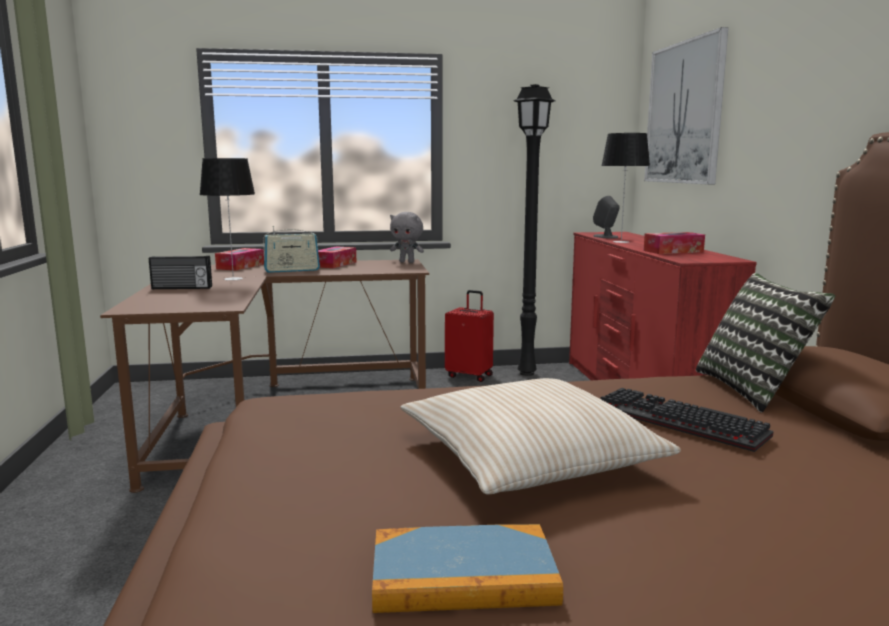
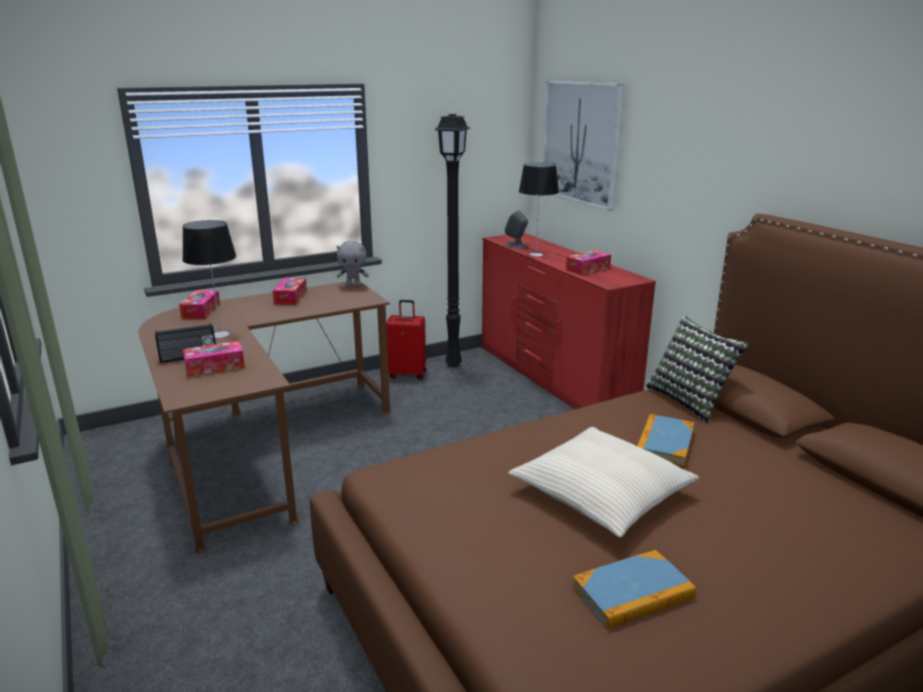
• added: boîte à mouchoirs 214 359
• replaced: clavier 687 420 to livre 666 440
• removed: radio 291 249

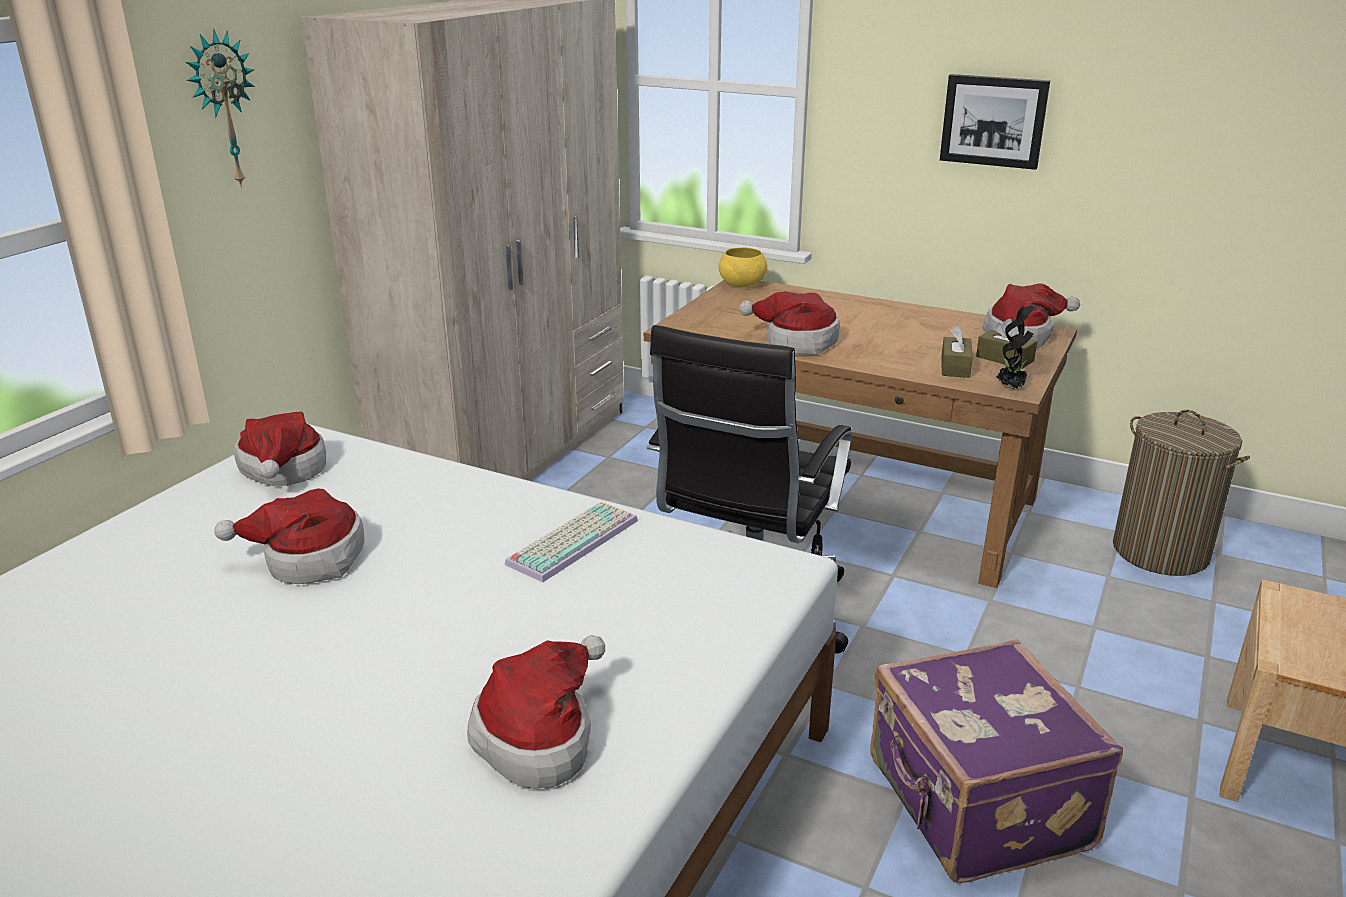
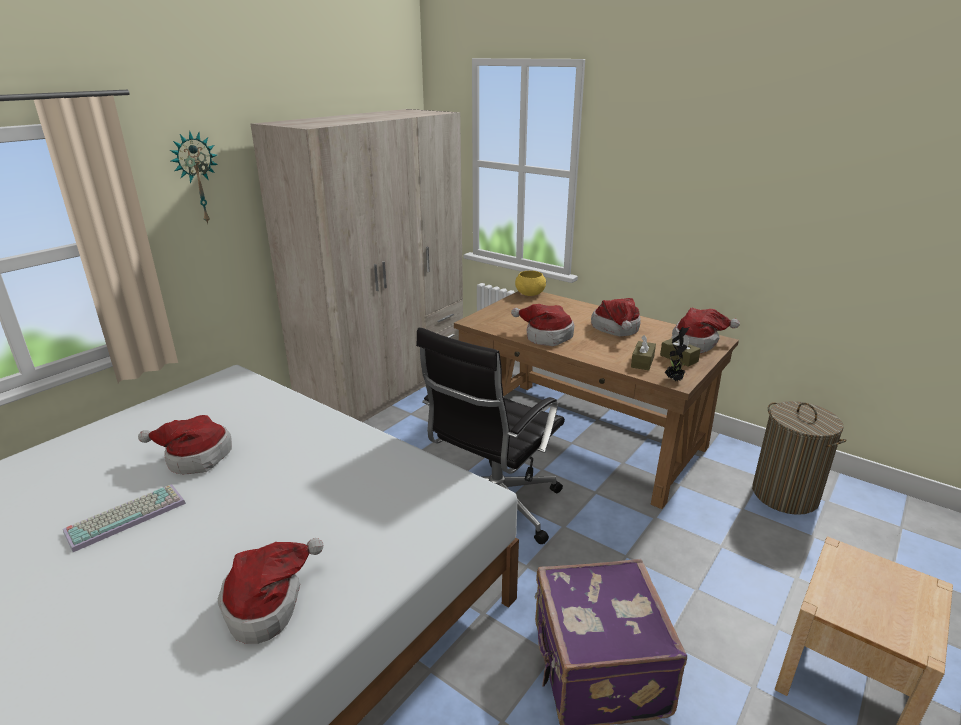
• moved: clavier 571 542 to 124 518
• moved: chapeau 280 449 to 616 317
• removed: tableau 995 122

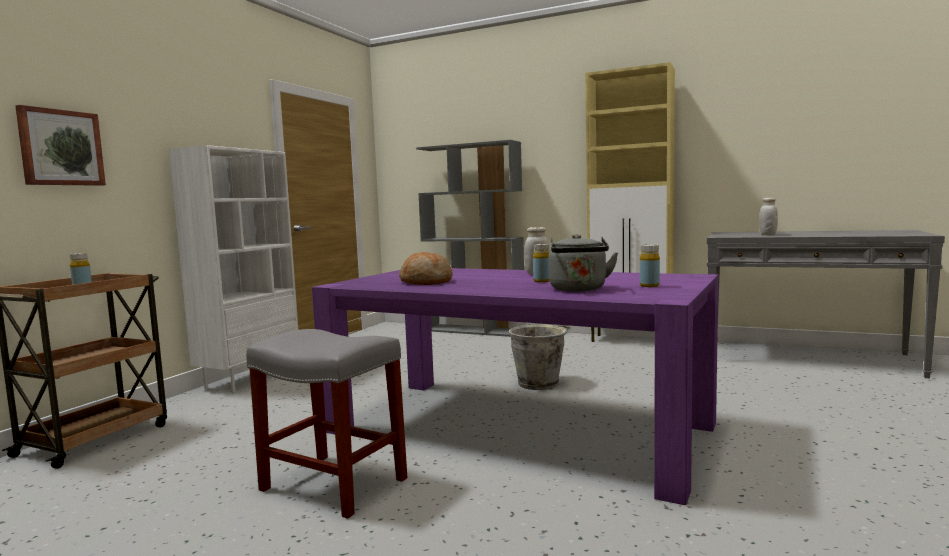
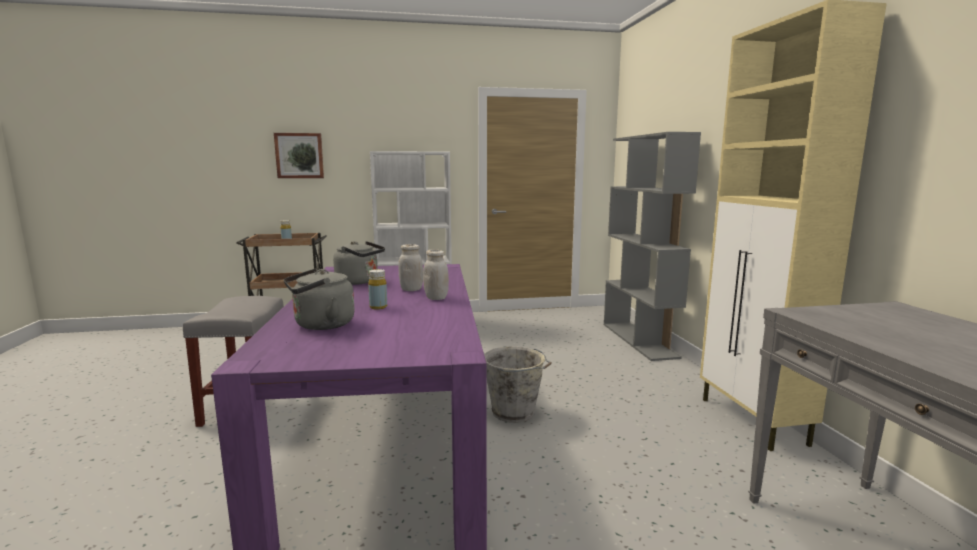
• replaced: pain 425 268 to bouilloire (gris) 359 263
• moved: bocal (blanc) 768 216 to 410 267
• removed: bouteille (jaune) 650 265

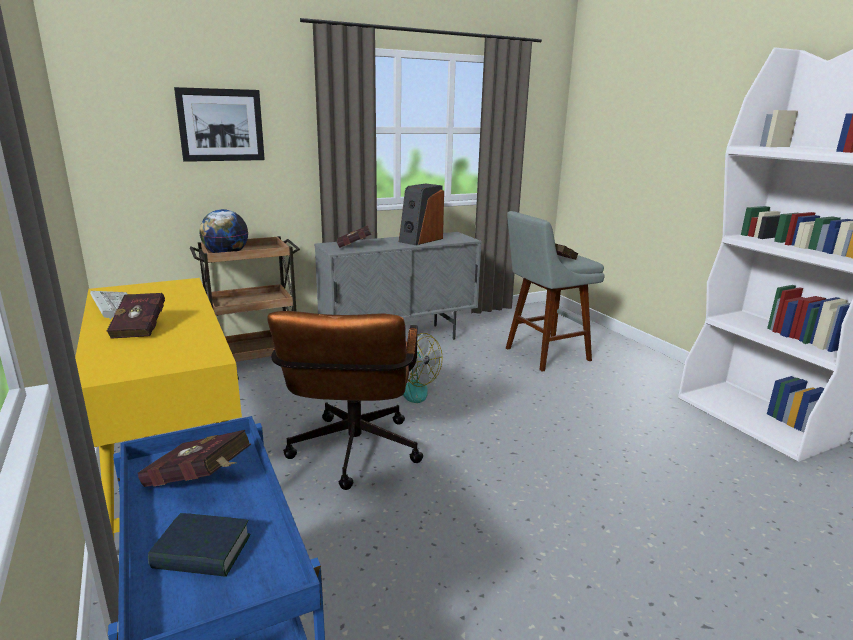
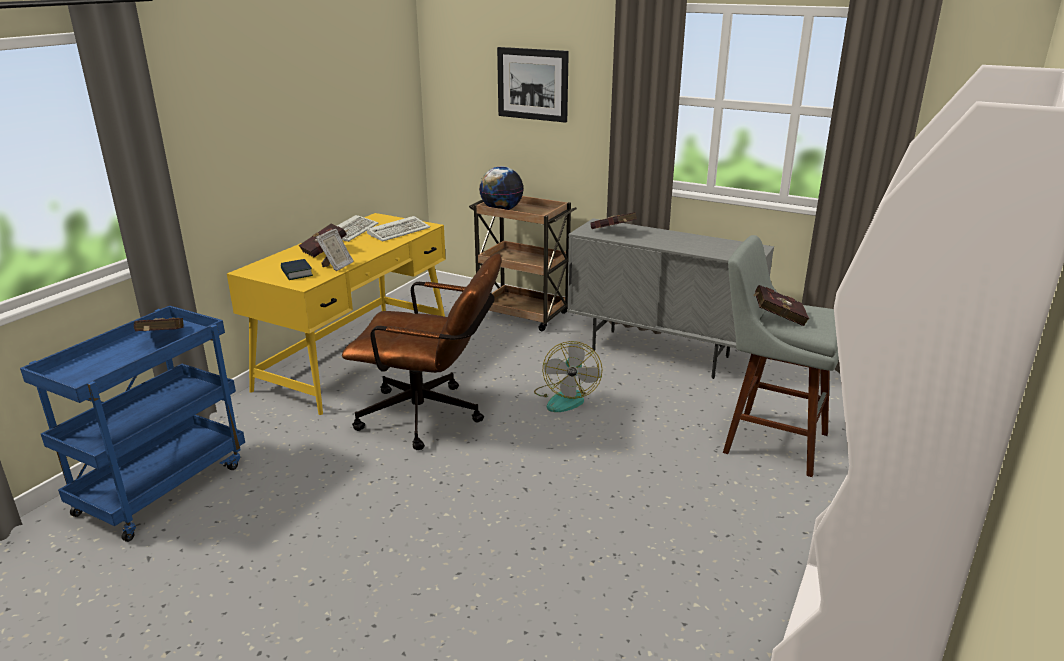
• moved: livre 199 545 to 297 269
• added: cadre photo 335 250
• turned: chaise de bureau (marron) 345 400 = 422 351 135 degrees counterclockwise
• added: clavier 398 228
• removed: enceinte 421 214

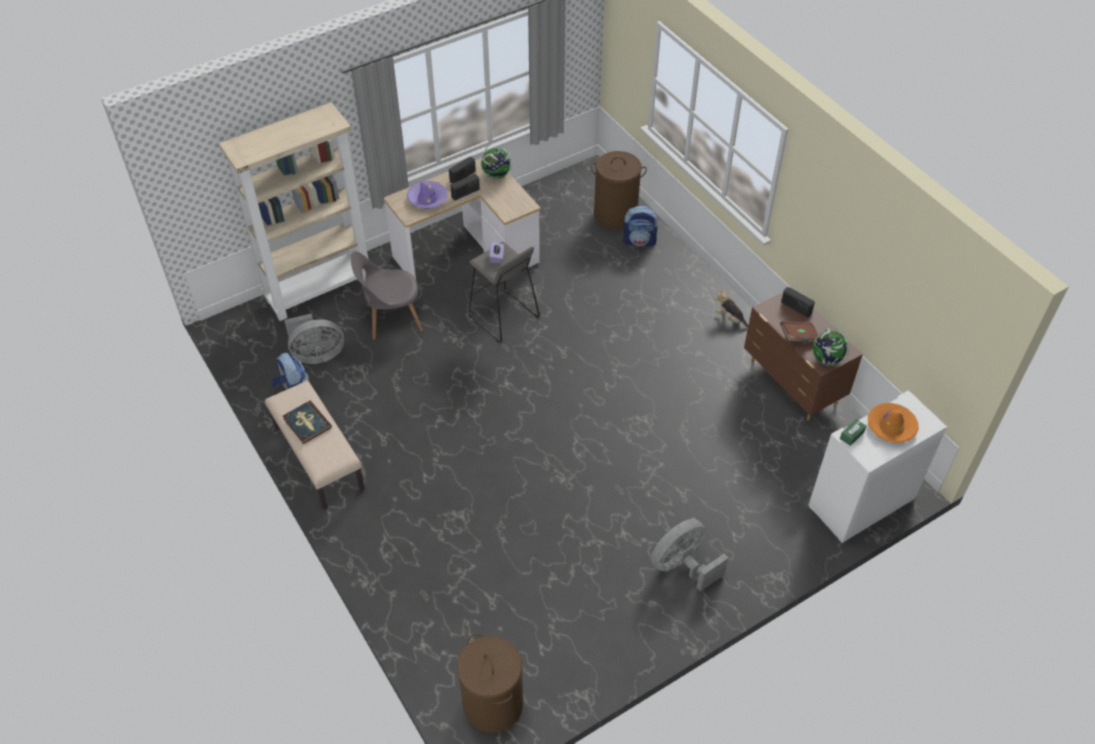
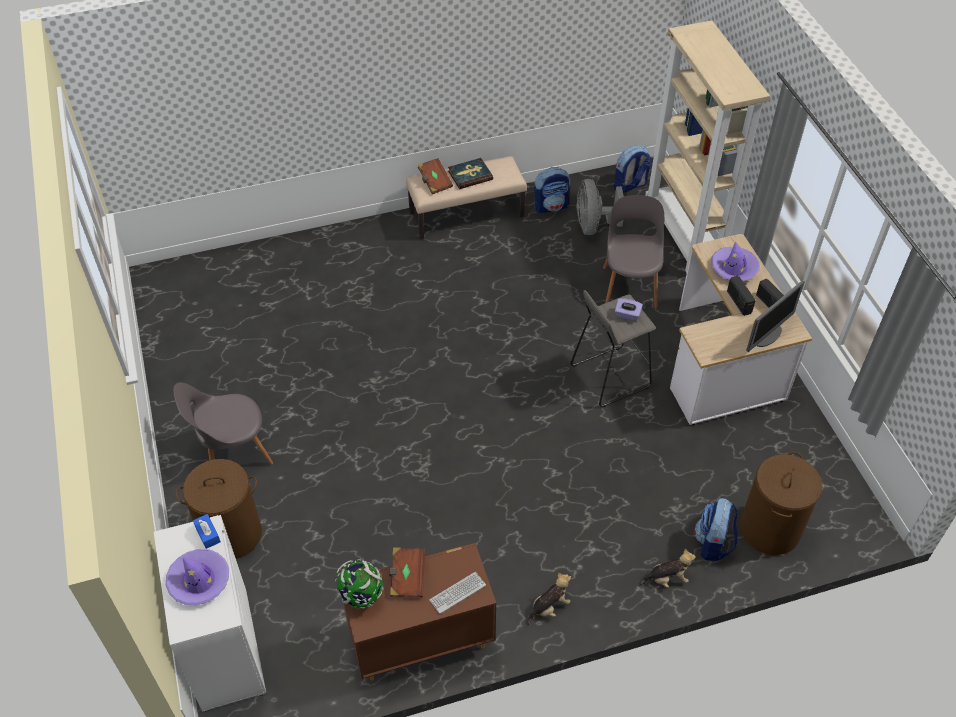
• recoloured: chapeau (orange) 893 423 to chapeau (violet) 197 577
• replaced: ventilateur (gris) 689 555 to chaise (gris) 223 423
• moved: panier à linge (marron) 490 683 to 219 509
• recoloured: boîte à mouchoirs (vert) 853 432 to boîte à mouchoirs (bleu) 207 531
• added: livre (marron) 435 176
• replaced: radio 798 302 to clavier 457 593
• added: sac à dos 632 169
• added: peluche 667 568
• replaced: globe 497 162 to écran d'ordinateur 775 316

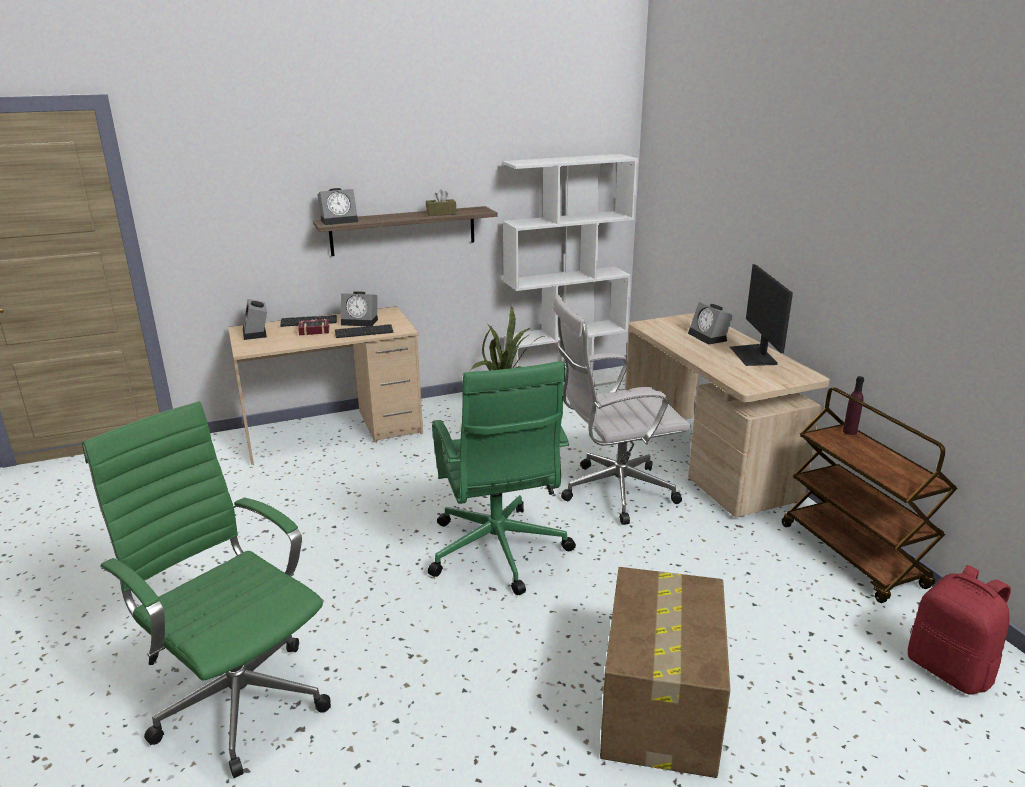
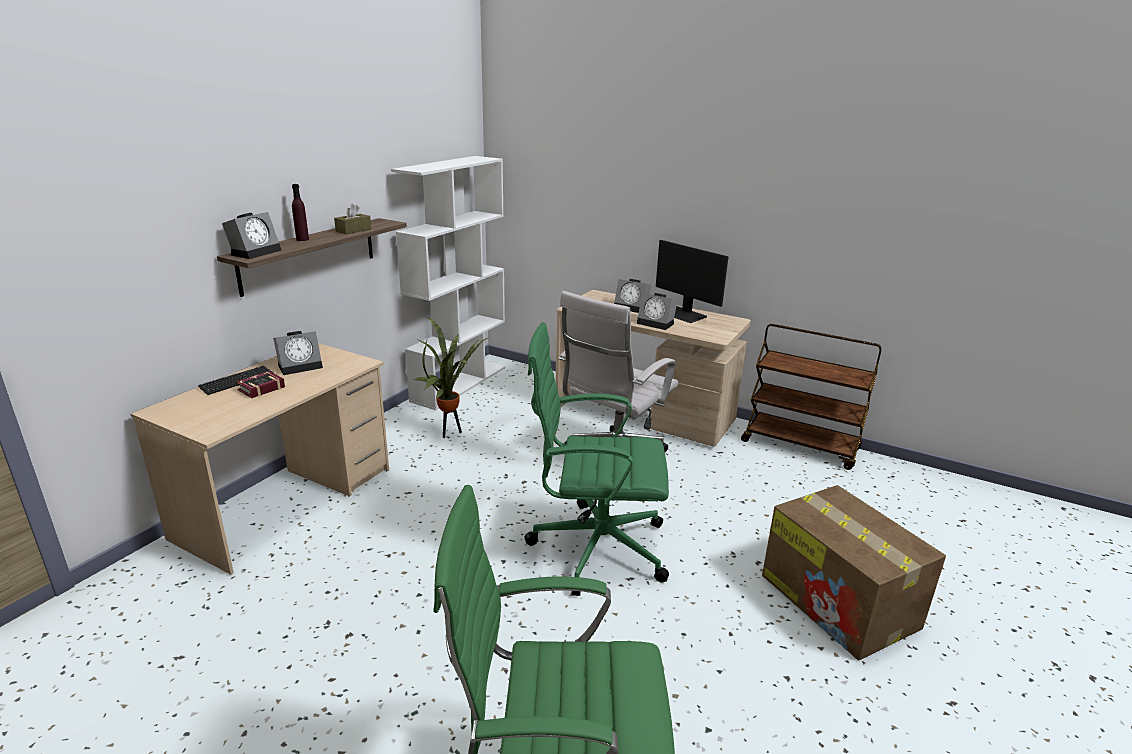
• moved: bouteille (violet) 853 405 to 300 212
• turned: chaise de bureau (vert) 502 478 = 596 459 150 degrees clockwise
• moved: réveil 255 319 to 657 311
• removed: clavier 364 331
• removed: sac à dos (rouge) 959 629

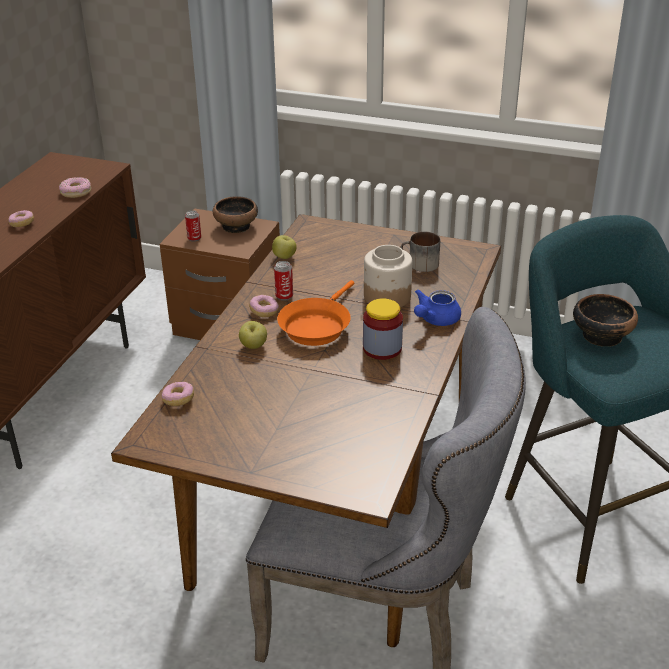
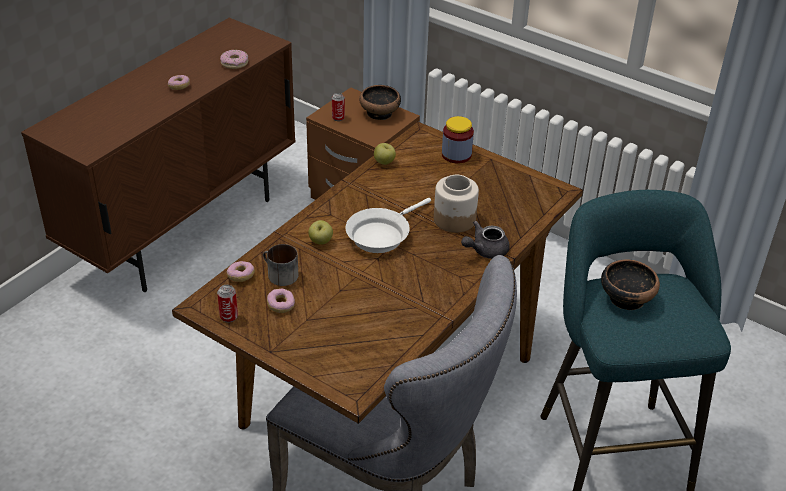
• moved: boîte métallique 283 281 to 227 304
• moved: mug 420 252 to 280 265
• moved: beignet 264 306 to 281 301
• recoloured: poêle (orange) 315 313 to poêle (blanc) 388 225
• moved: bocal 383 329 to 458 140
• recoloured: théière (bleu) 437 307 to théière (gris) 485 240

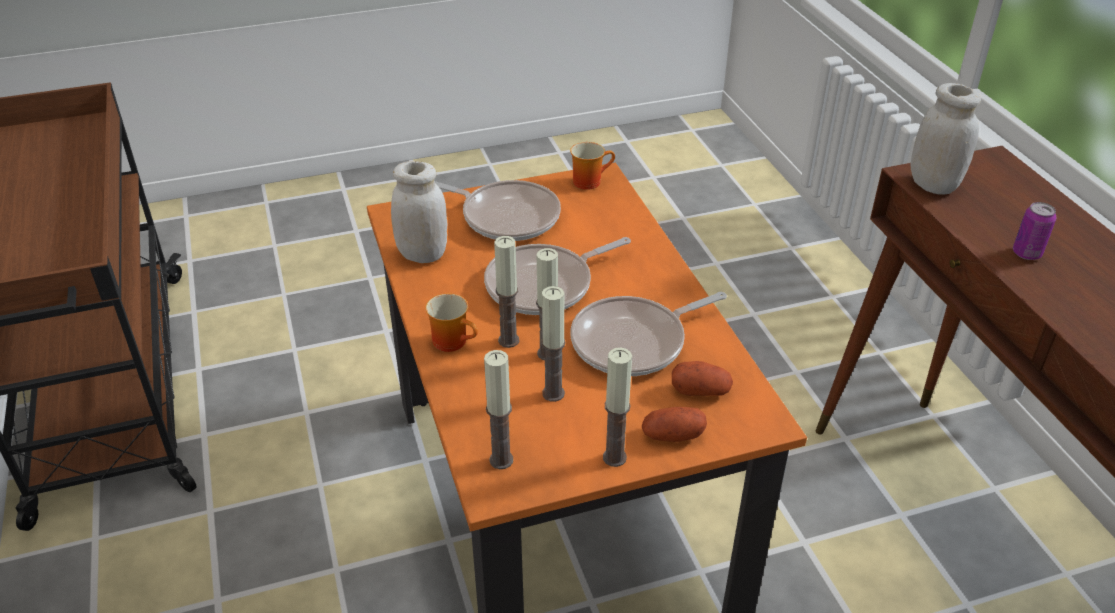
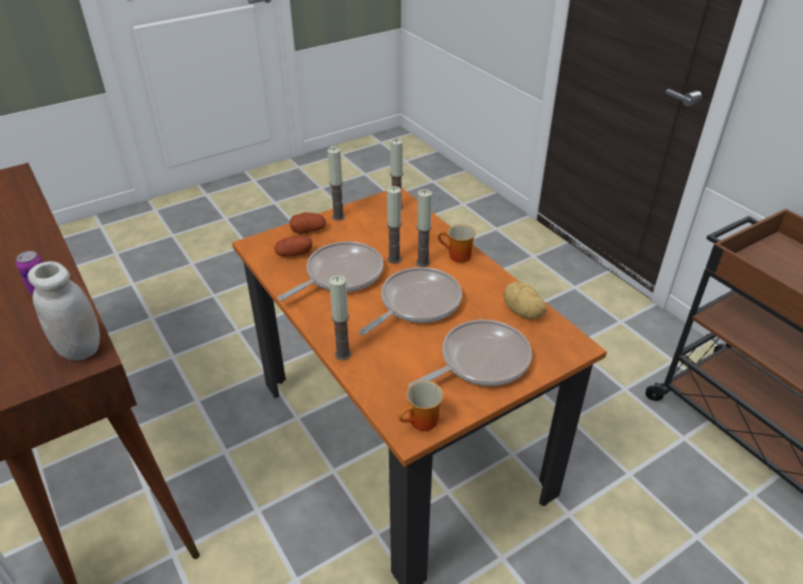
• moved: bougie 553 344 to 340 317
• turned: poêle 498 210 = 470 353 135 degrees clockwise
• replaced: bocal (blanc) 419 212 to pomme de terre 524 300

